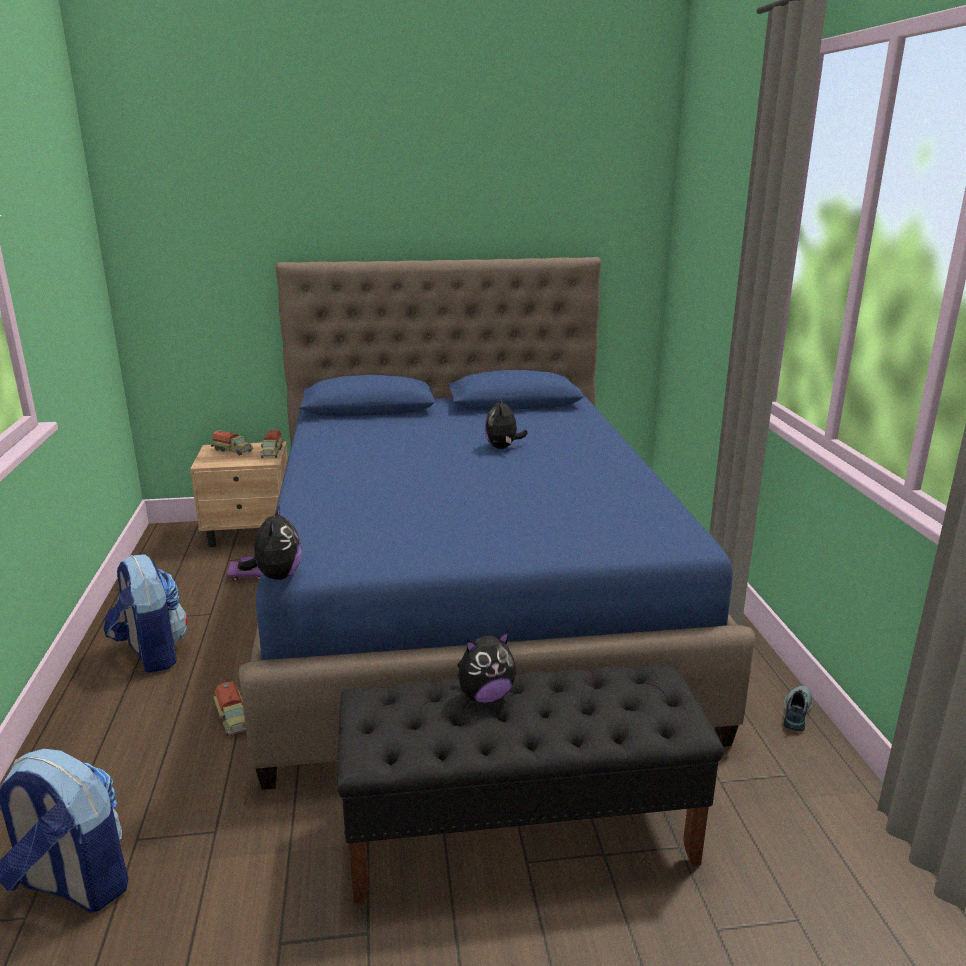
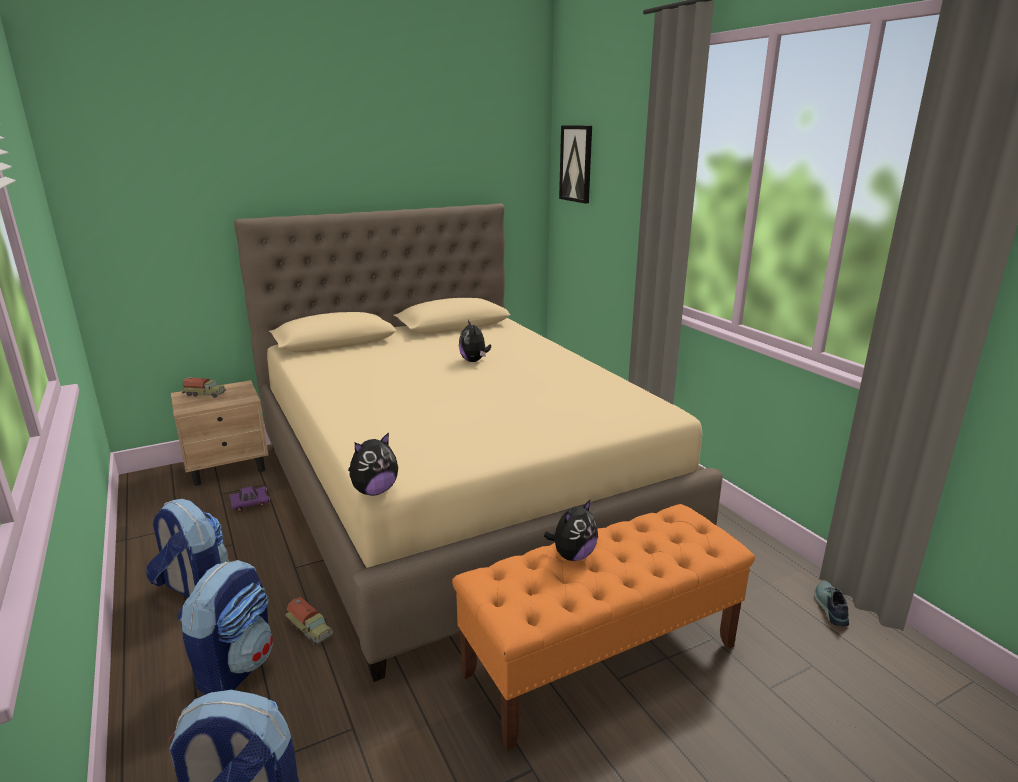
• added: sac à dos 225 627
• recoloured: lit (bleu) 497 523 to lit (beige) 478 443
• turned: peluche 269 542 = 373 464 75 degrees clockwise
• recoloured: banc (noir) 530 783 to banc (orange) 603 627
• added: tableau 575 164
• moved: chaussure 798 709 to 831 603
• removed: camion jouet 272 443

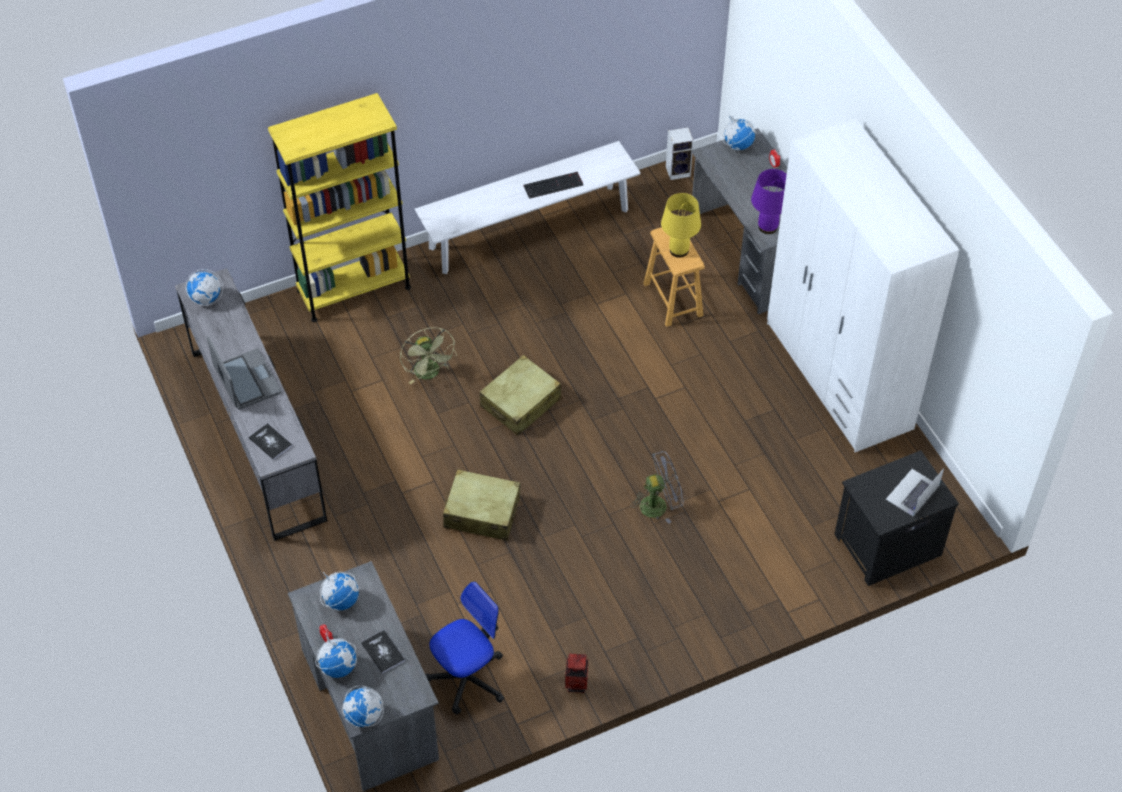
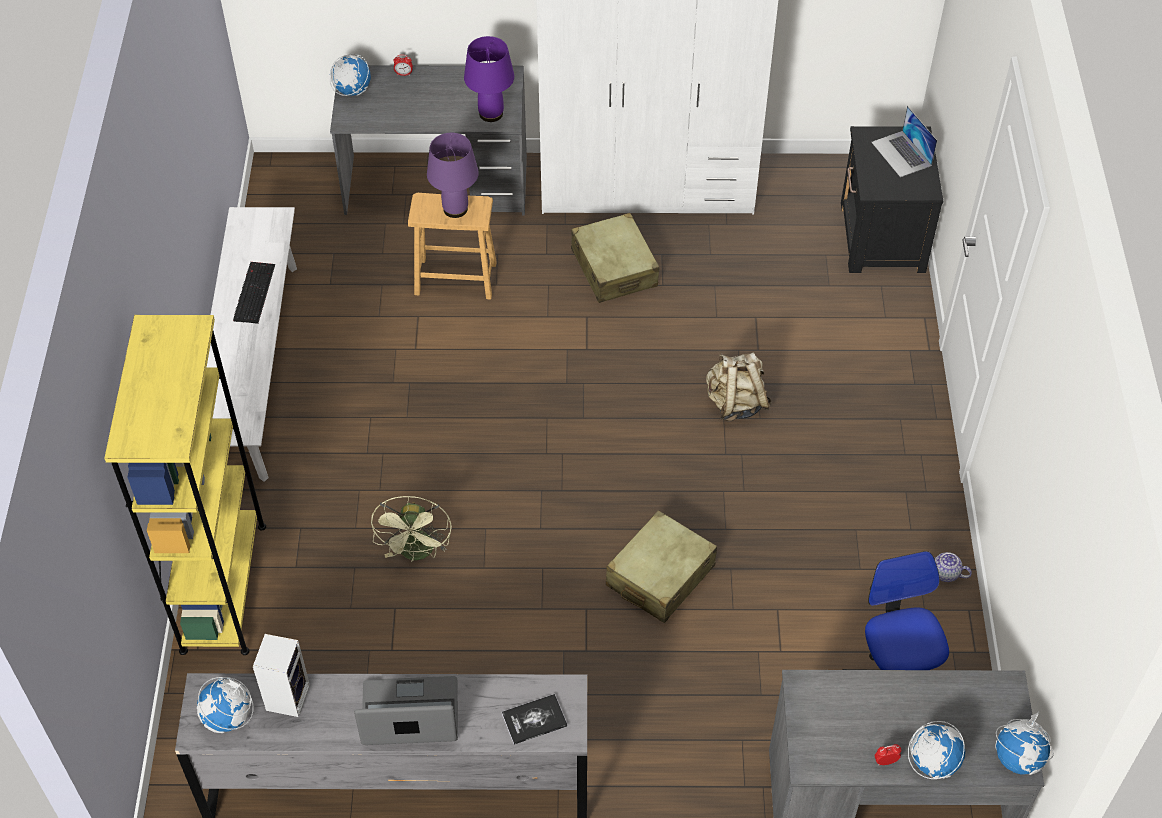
• moved: enceinte 679 153 to 281 675
• turned: ventilateur (vert) 428 355 = 411 529 90 degrees clockwise
• recoloured: lampe de table (jaune) 681 225 to lampe de table (violet) 453 175
• moved: valise (beige) 520 395 to 615 258
• replaced: ventilateur (gris) 657 487 to sac à dos (beige) 738 387
• replaced: vase 576 673 to théière 950 566
• removed: globe 339 591
• removed: livre 383 652

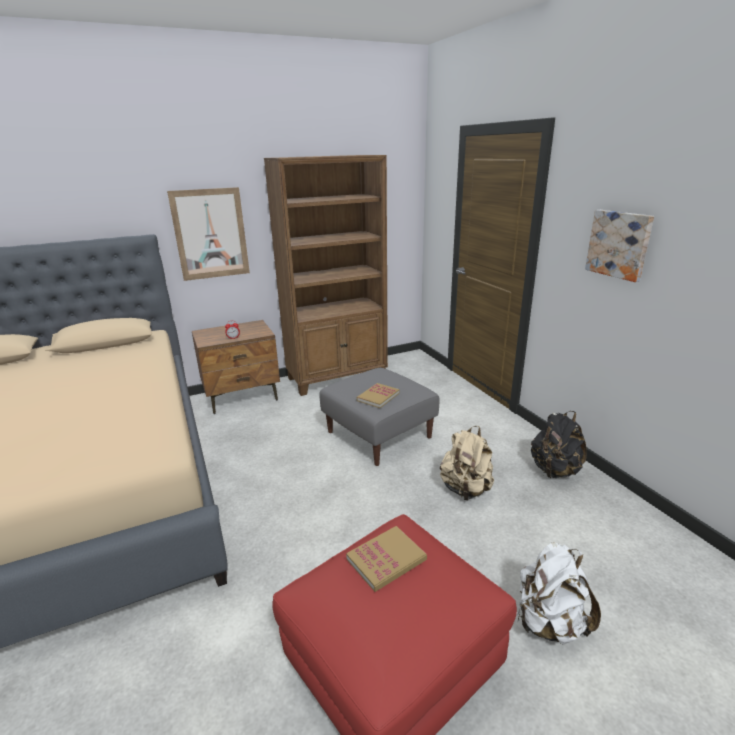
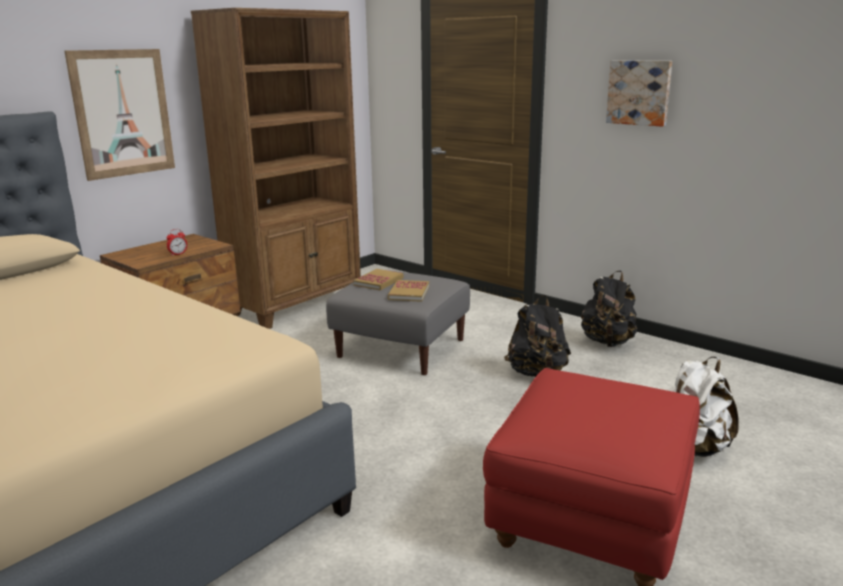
• moved: livre 386 559 to 378 280
• recoloured: sac à dos (beige) 467 463 to sac à dos (noir) 537 336

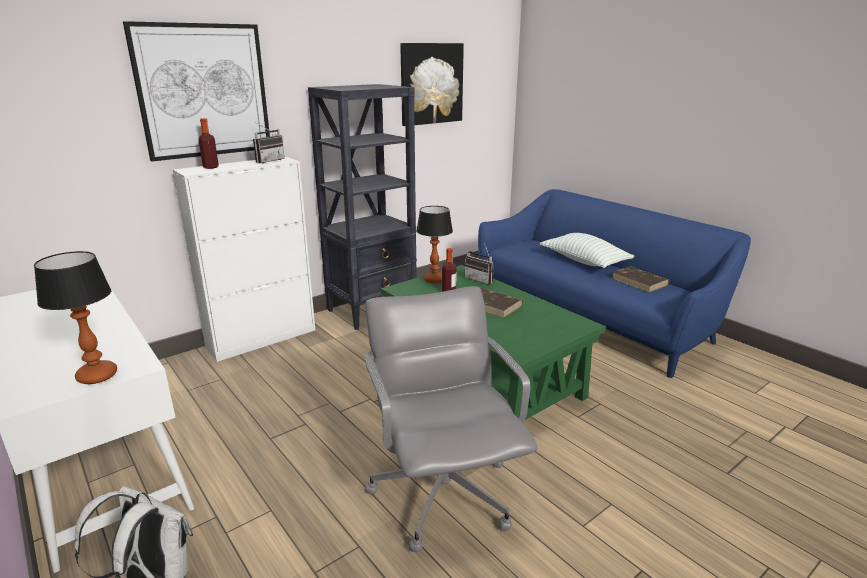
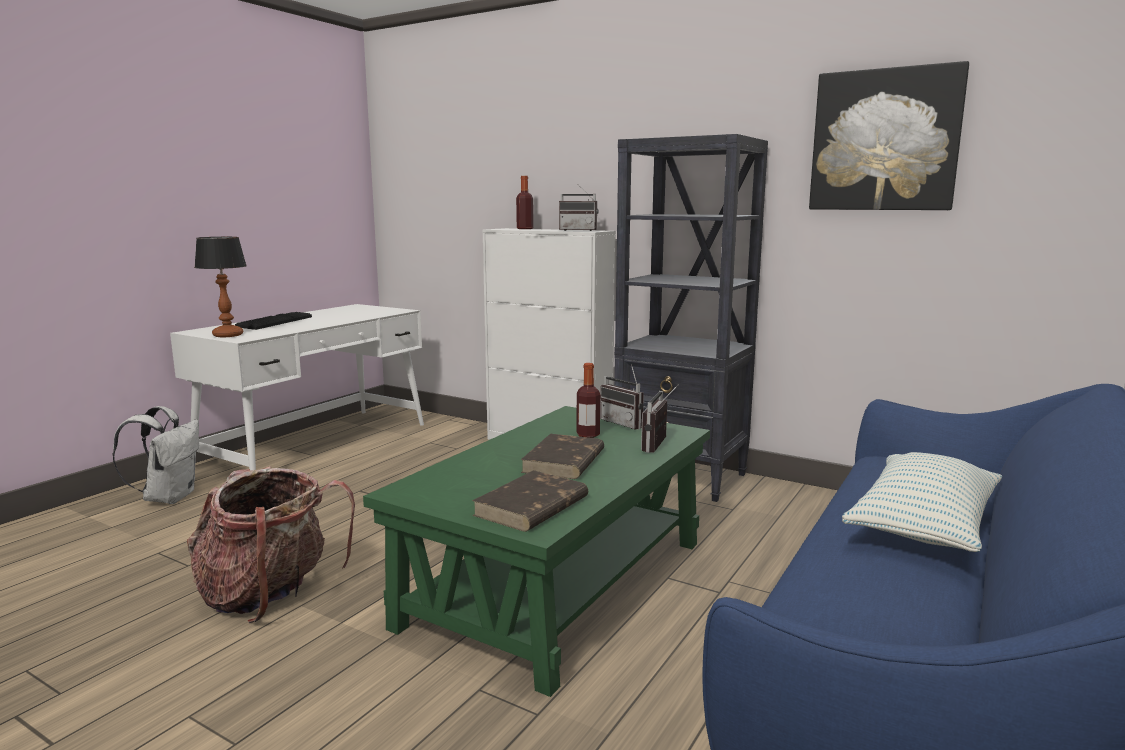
• replaced: chaise de bureau (gris) 451 419 to sac à dos 271 544
• added: clavier 273 321
• moved: livre (marron) 640 279 to 530 501
• replaced: lampe de table 434 244 to radio 622 397
• removed: tableau 196 91

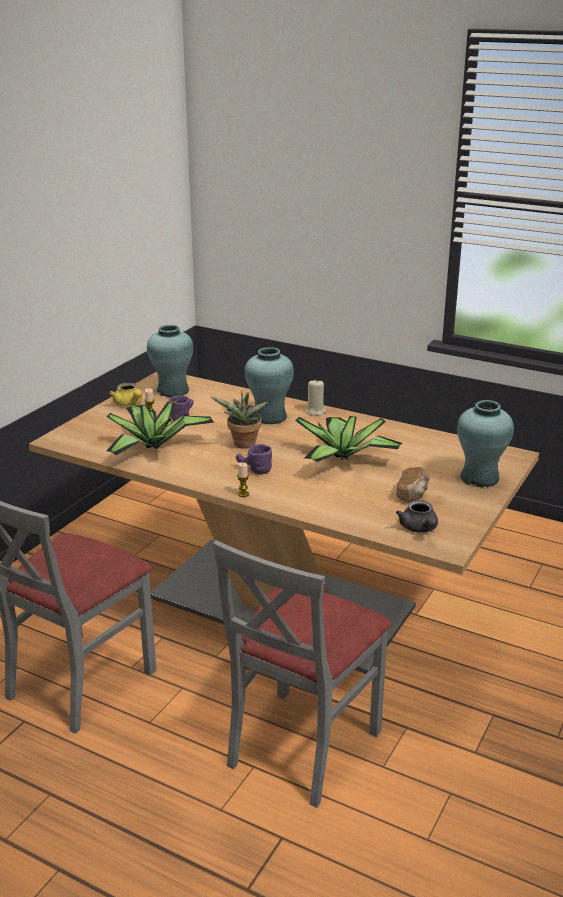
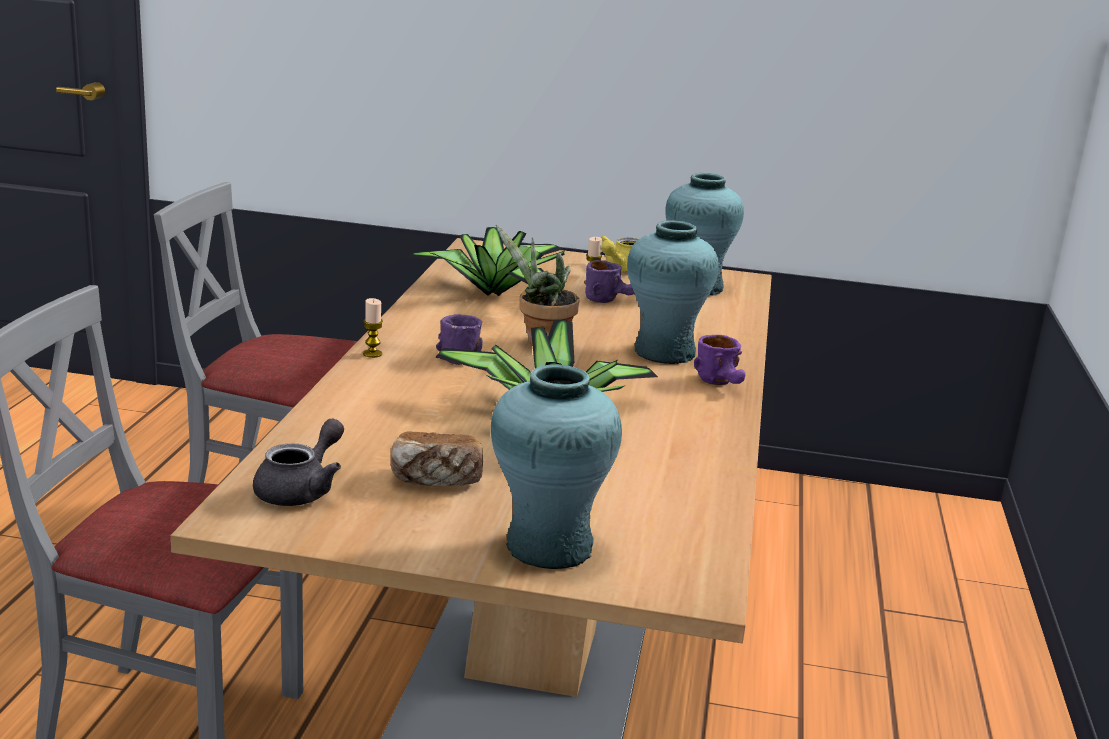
• turned: théière (gris) 417 516 = 298 462 150 degrees clockwise
• replaced: bougie (beige) 316 397 to mug (violet) 720 360

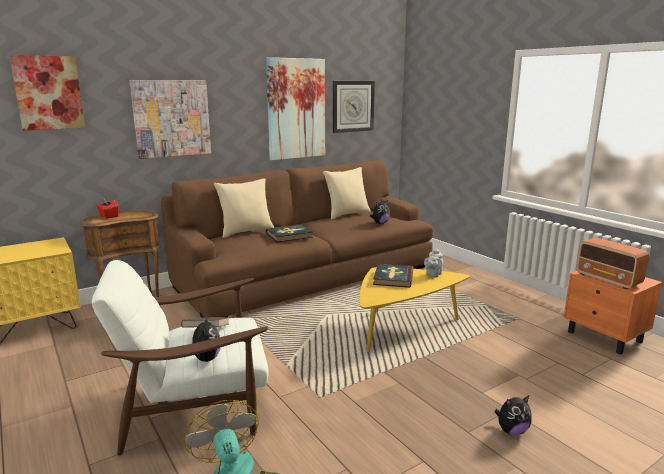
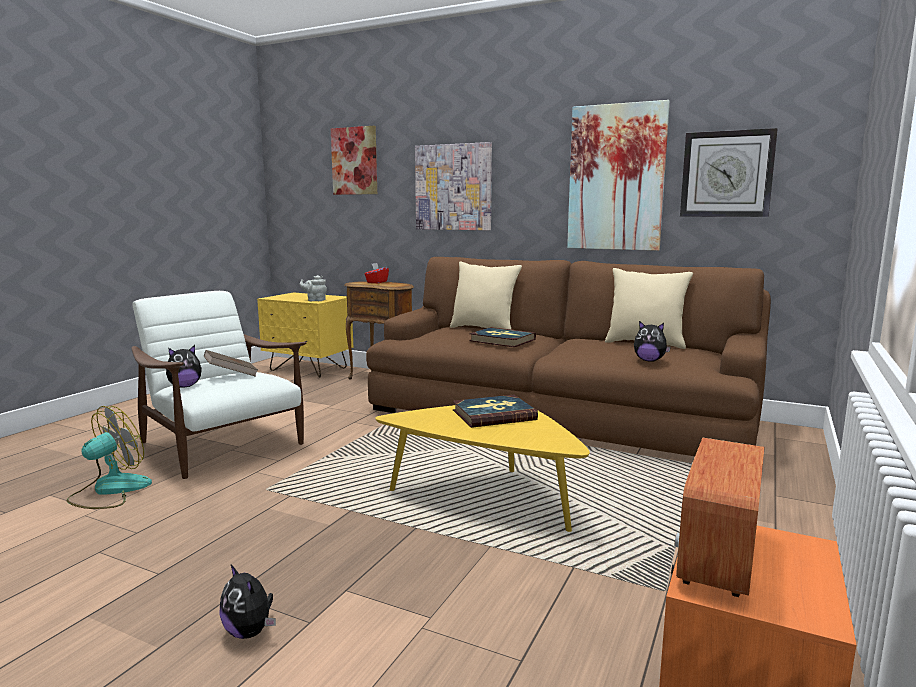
• moved: théière (gris) 433 263 to 313 288

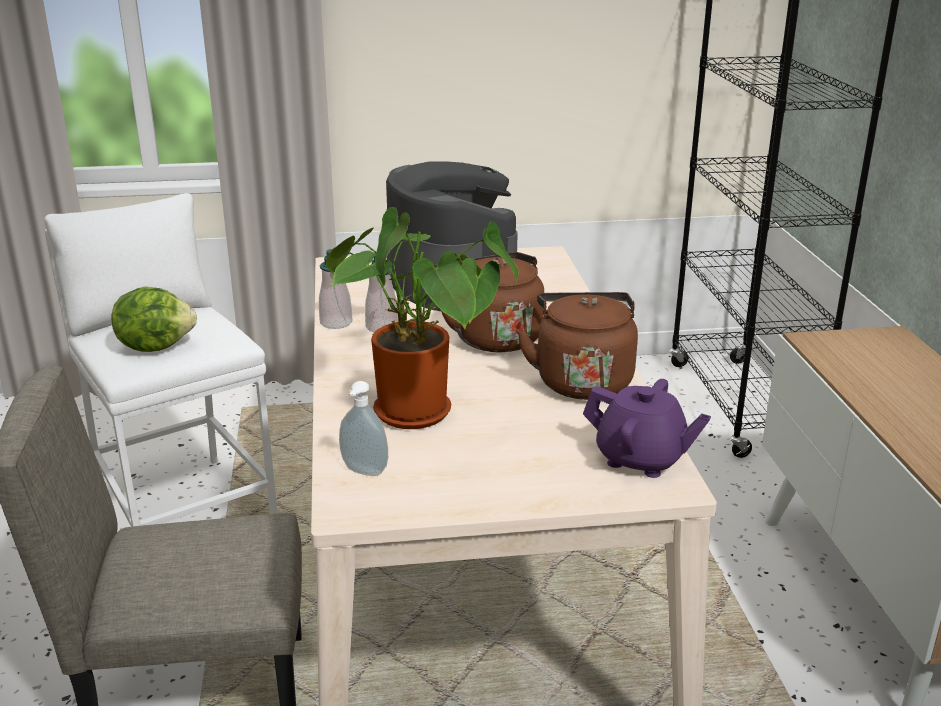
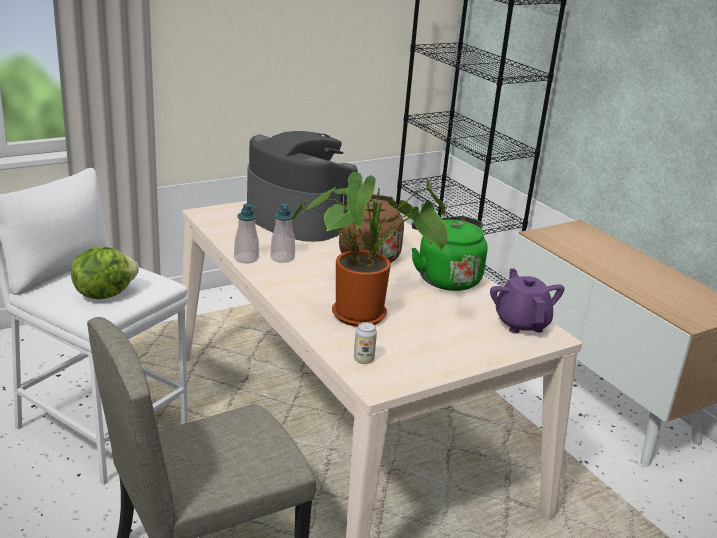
• replaced: distributeur de savon 363 428 to boîte métallique 365 343
• recoloured: bouilloire (marron) 577 346 to bouilloire (vert) 449 253
• turned: théière (violet) 647 428 = 527 300 105 degrees counterclockwise

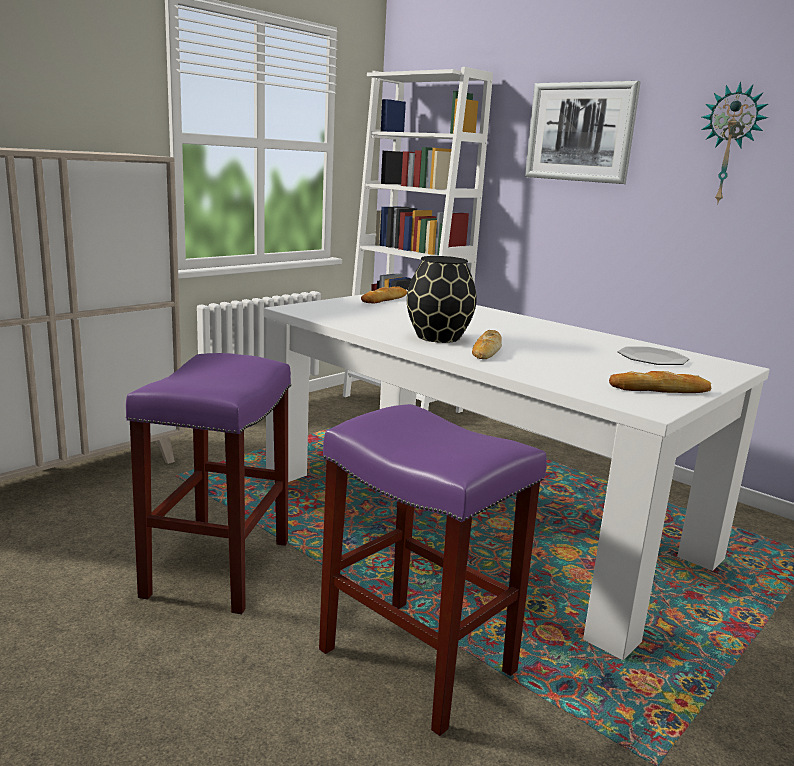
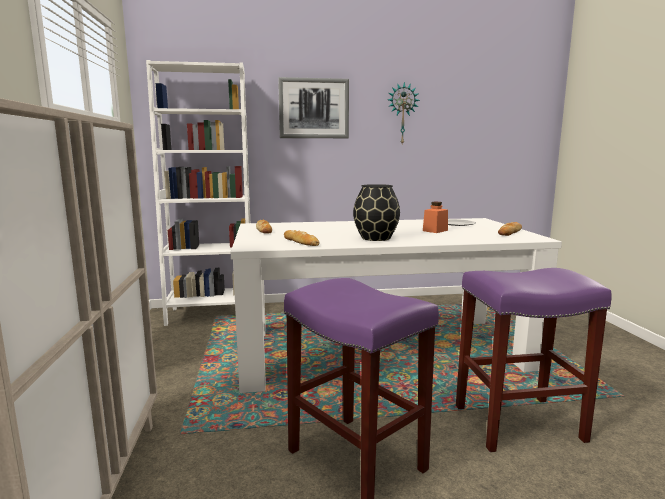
• moved: pain 487 344 to 302 238
• added: bocal (orange) 435 217

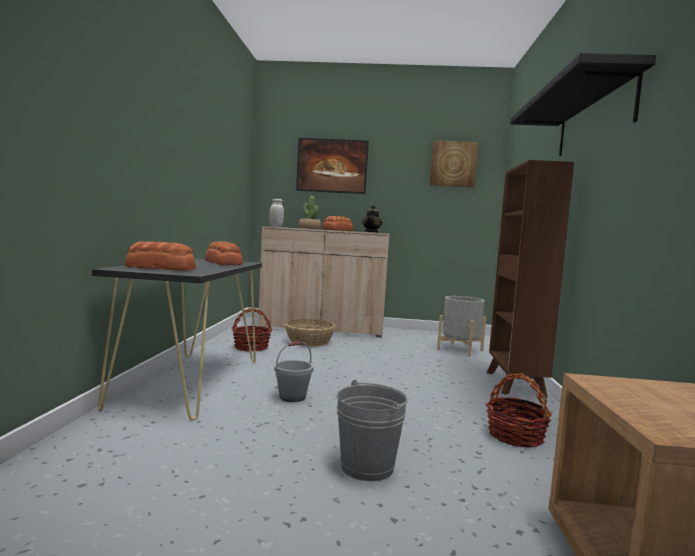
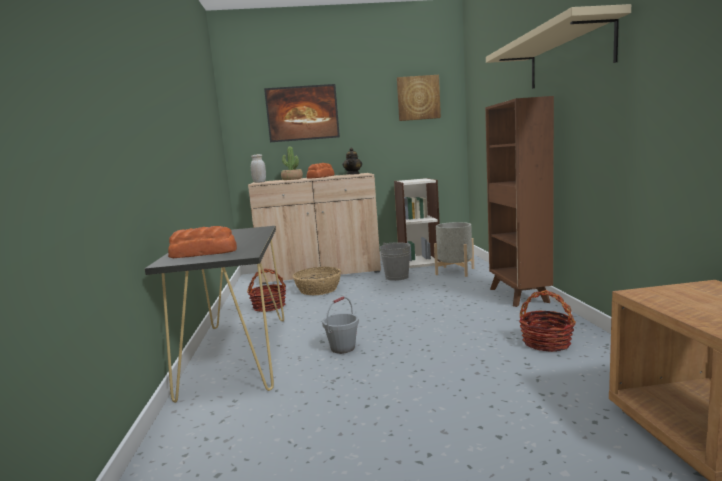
• moved: seau (gris) 372 430 to 395 261
• added: bibliothèque 417 223
• recoloured: étagère (noir) 583 104 to étagère (beige) 558 46
• removed: pain 224 253

